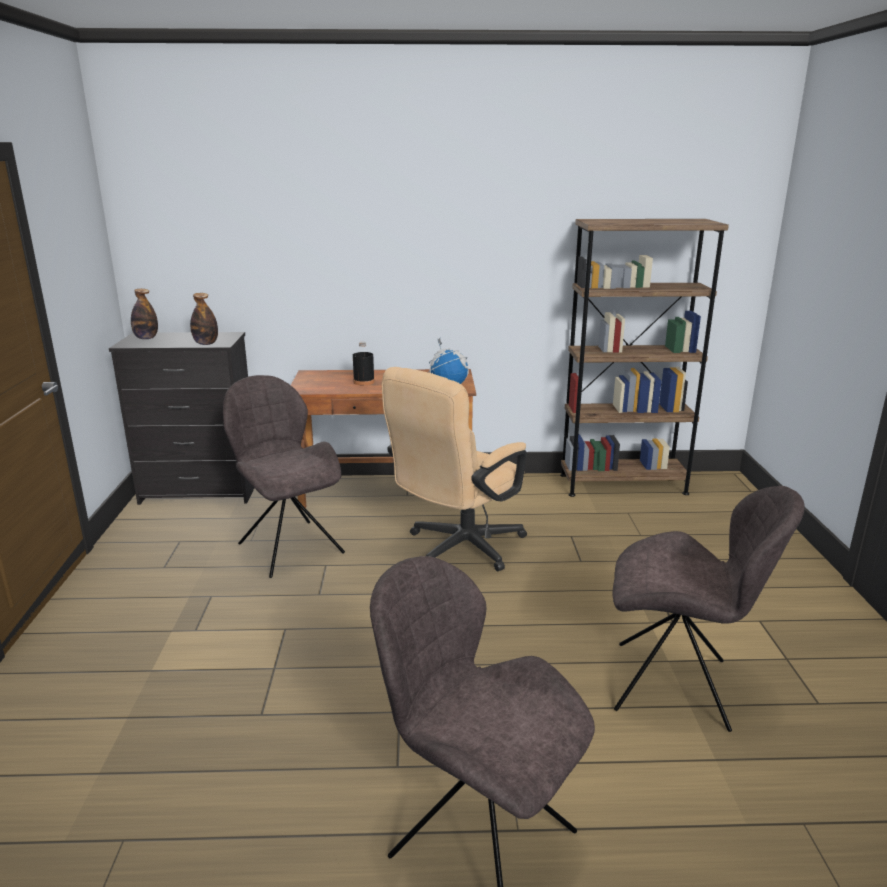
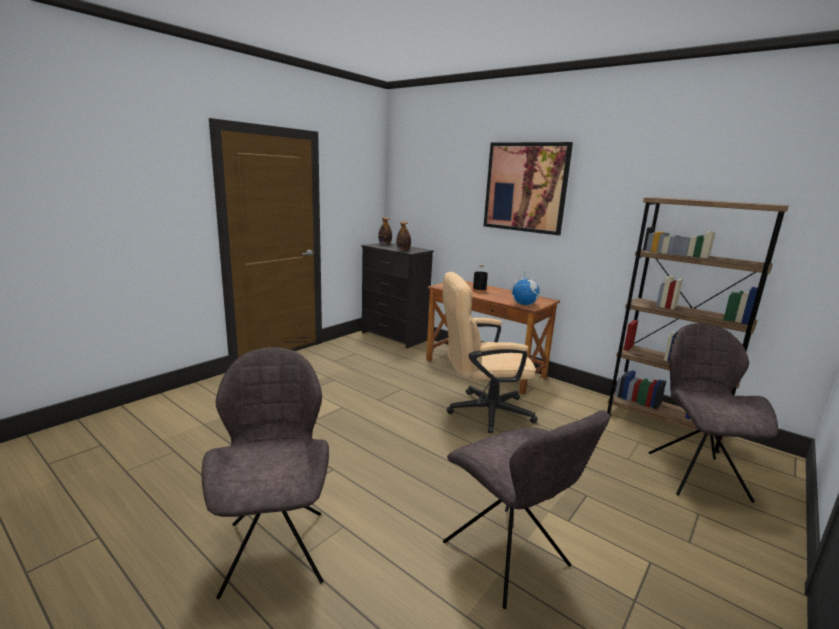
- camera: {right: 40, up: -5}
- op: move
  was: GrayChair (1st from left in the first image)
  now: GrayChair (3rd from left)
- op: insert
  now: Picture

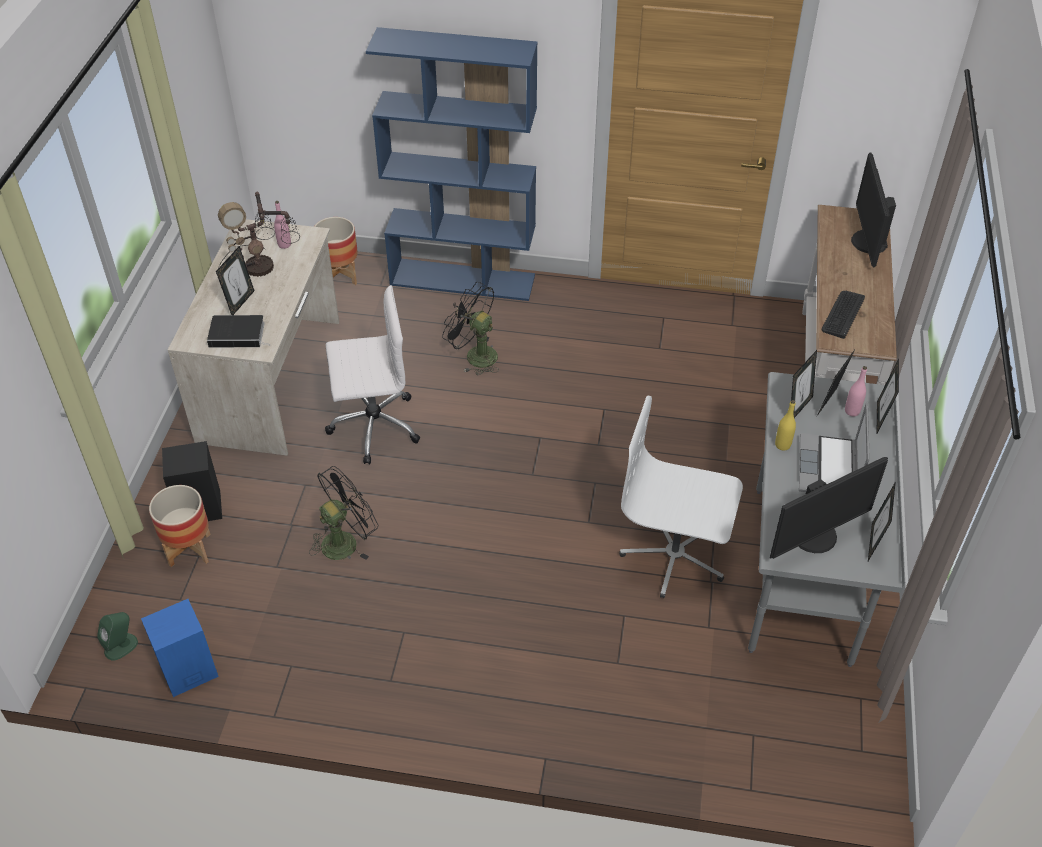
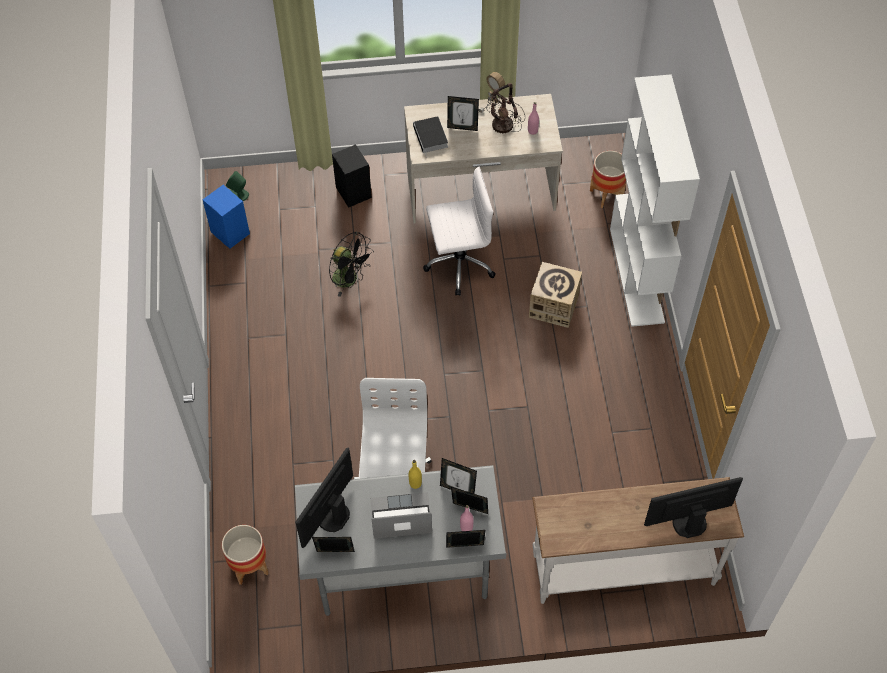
- camera: {right: 75, up: 10}
- op: recolor
  was: BluishShelvingUnit
  now: WhiteColouredShelvingUnit
- op: replace
  was: BlackColouredElectricFan (2nd from left)
  now: PackingBox
- op: rotate
  was: WhiteColouredOfficeChair (1st from left in the first image)
  clockwise: -75
- op: delete
  was: ComputerKeyboard
- op: rotate
  was: ComputerDisplay (1st from left)
  clockwise: 75
- op: move
  was: Planter (1st from left)

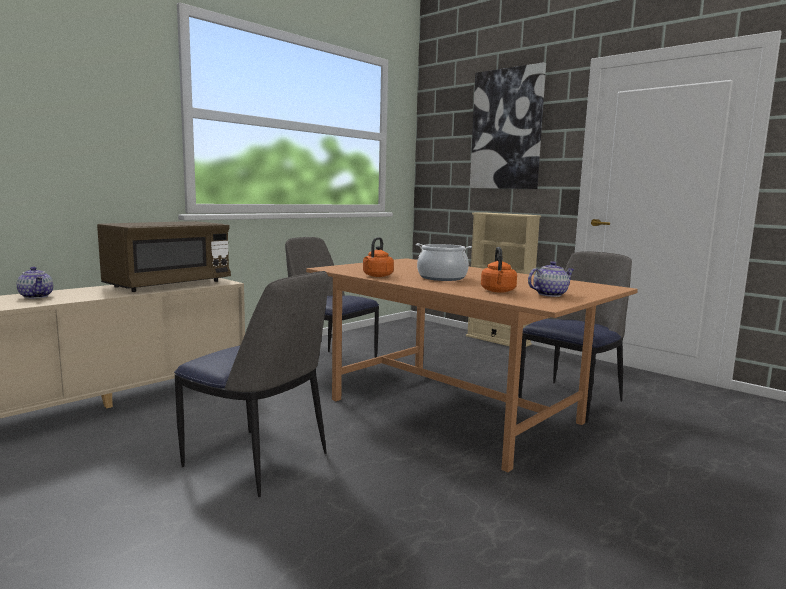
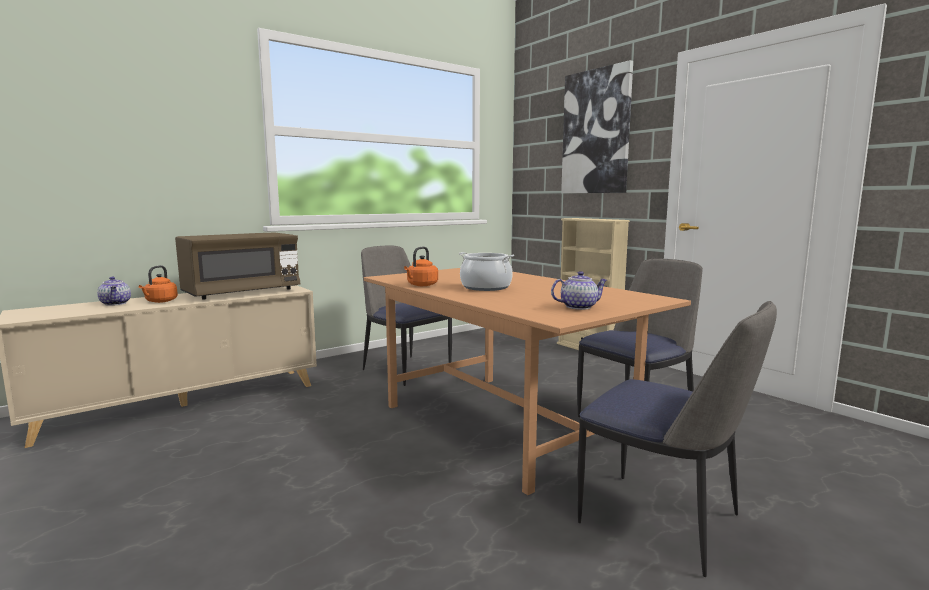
- camera: {right: 10, up: 0}
- op: move
  was: OrangeColouredTeaKettle (2nd from left in the first image)
  now: OrangeColouredTeaKettle (1st from left)
- op: move
  was: Chair (1st from left in the first image)
  now: Chair (3rd from left)

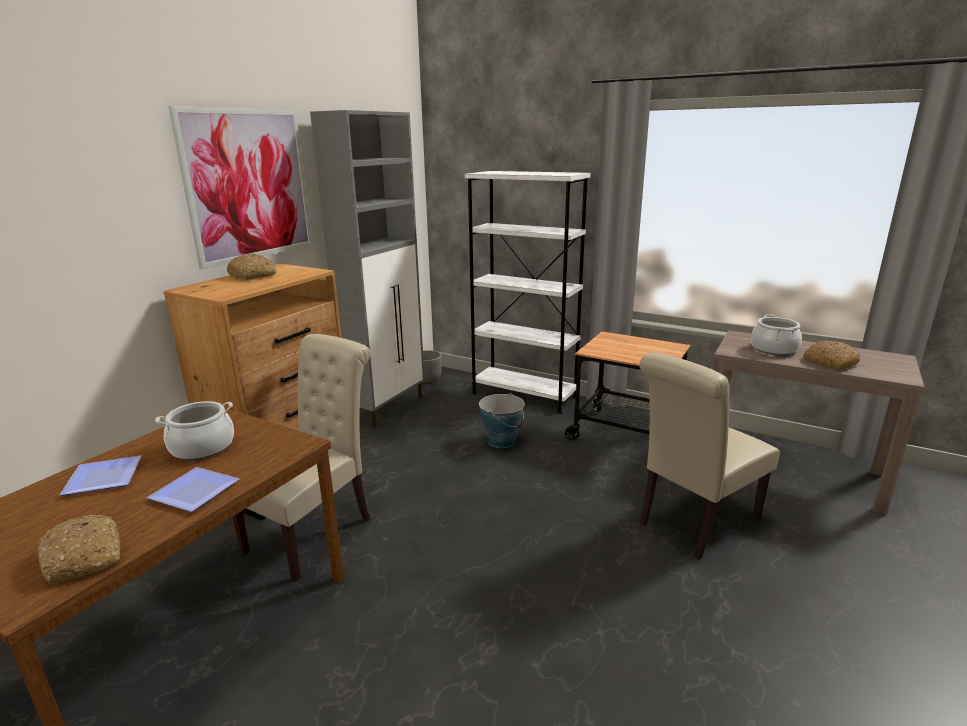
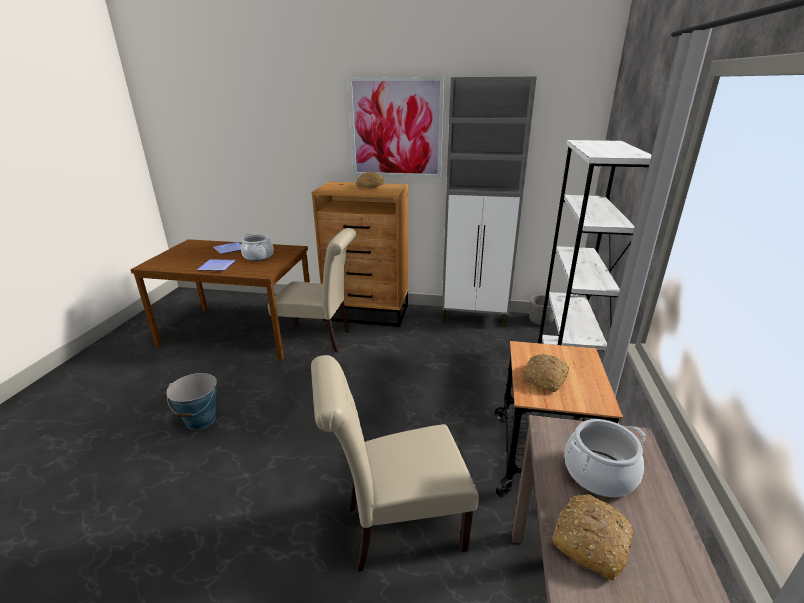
- camera: {right: 70, up: 5}
- op: rotate
  was: BeigeChair (2nd from left)
  clockwise: -45
- op: move
  was: Bucket
- op: move
  was: Bread (1st from left in the first image)
  now: Bread (2nd from left)

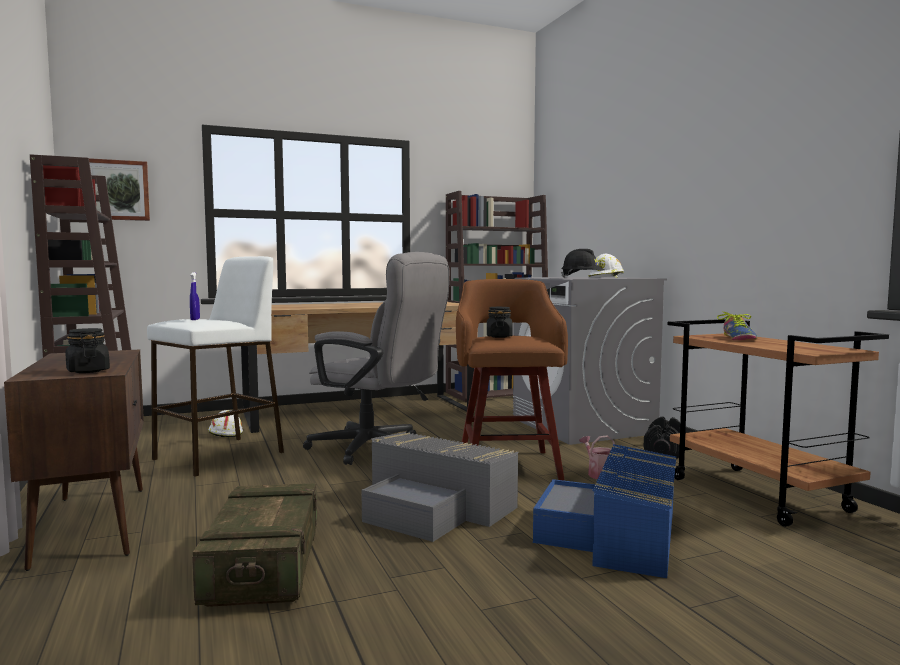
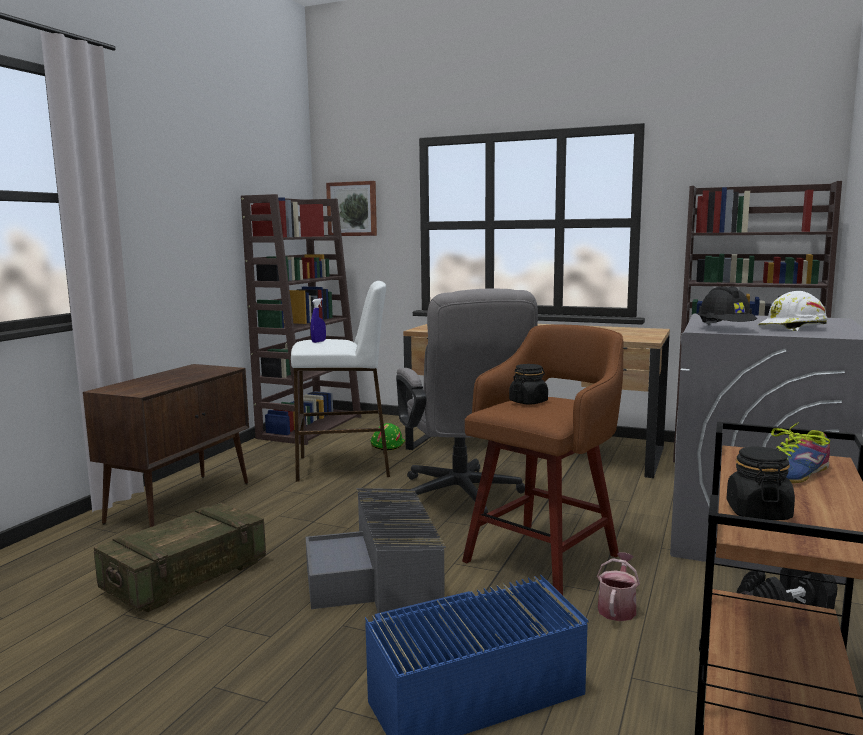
- camera: {right: 45, up: 5}
- op: move
  was: BlackColouredStorageJar (1st from left in the first image)
  now: BlackColouredStorageJar (2nd from left)
- op: recolor
  was: WhiteColouredSafetyHelmet (1st from left)
  now: GreenishSafetyHelmet

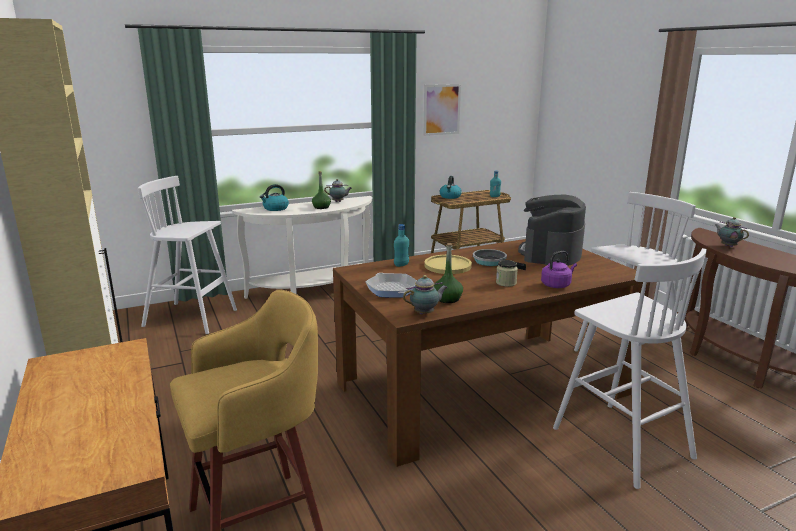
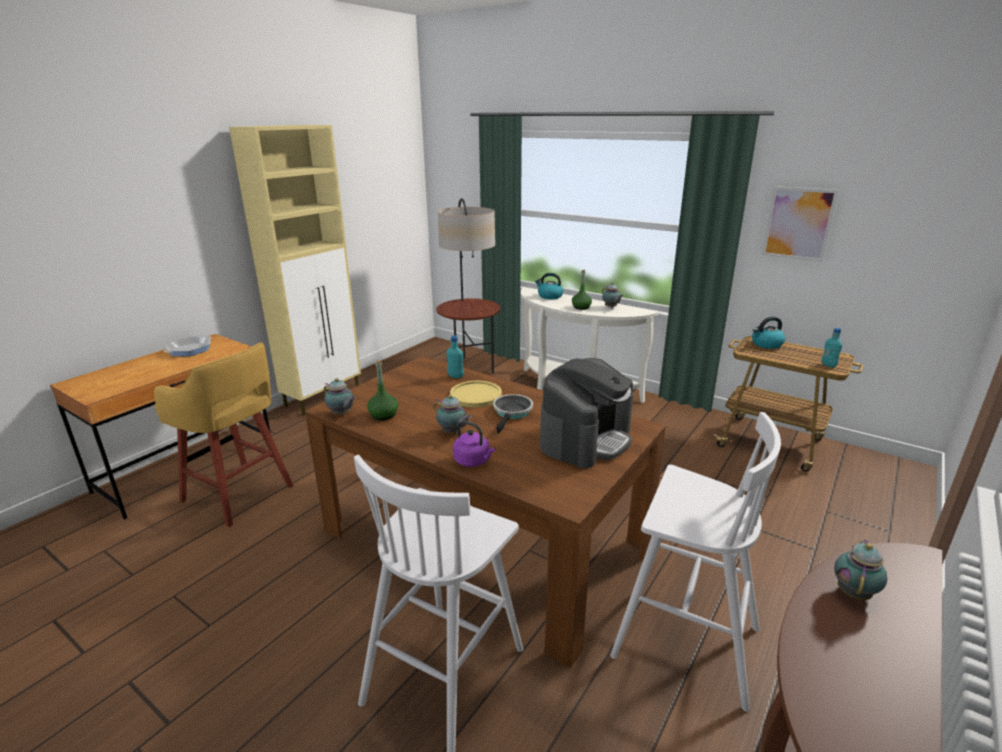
- camera: {right: 60, up: 5}
- op: replace
  was: WhiteColouredStool (1st from left)
  now: FloorLamp
- op: rotate
  was: CoffeeBrewer
  clockwise: 135
- op: replace
  was: StorageJar
  now: PotForTea (2nd from left)
- op: move
  was: Skillet (1st from left)

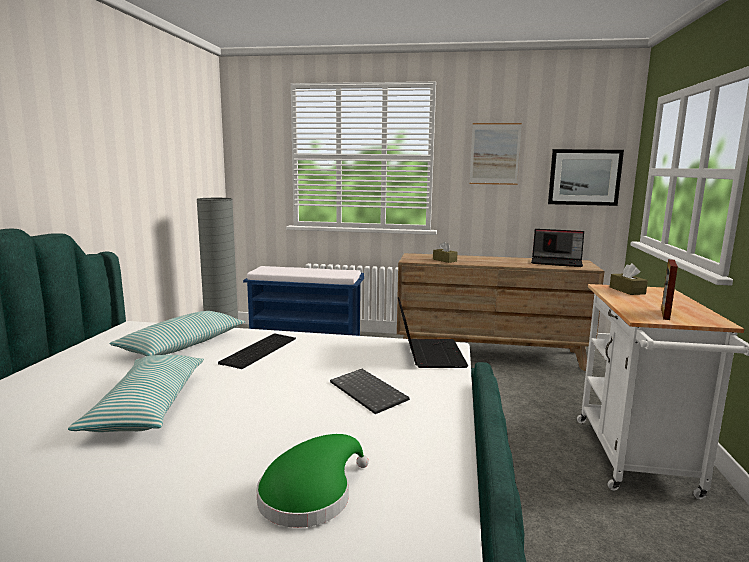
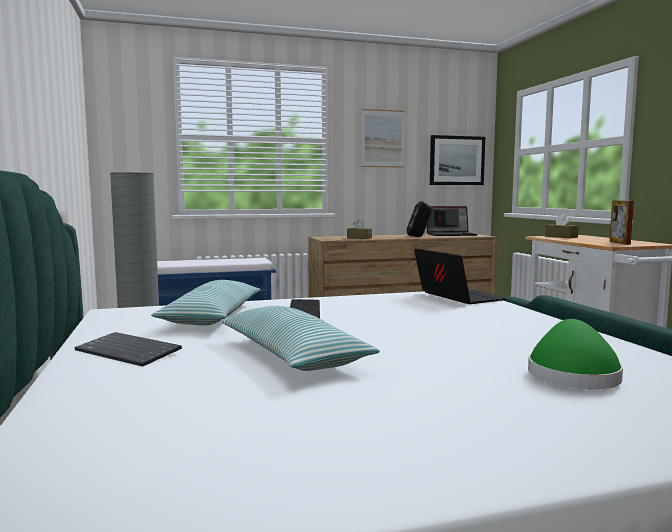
- camera: {right: -25, up: -5}
- op: move
  was: ComputerKeyboard (2nd from left in the first image)
  now: ComputerKeyboard (1st from left)
- op: insert
  now: BlackColouredAudioSpeaker

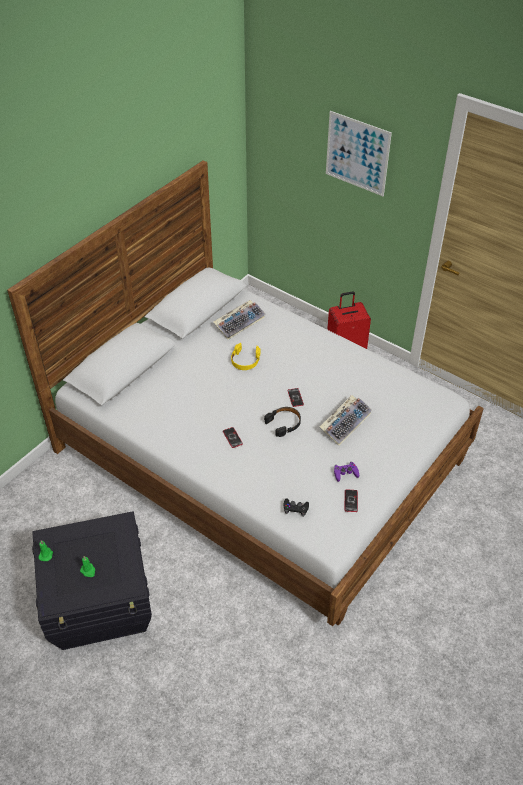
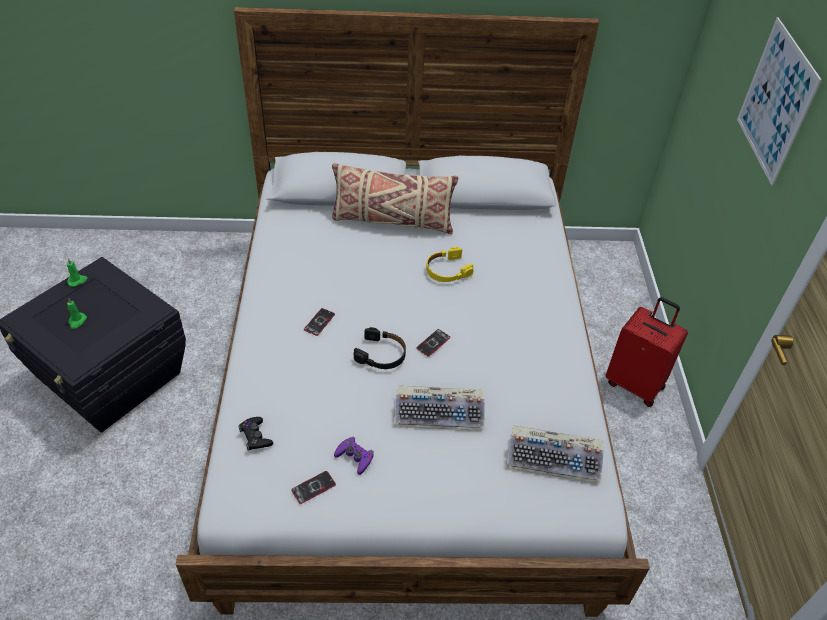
- camera: {right: 50, up: 0}
- op: move
  was: ComputerKeyboard (1st from left in the first image)
  now: ComputerKeyboard (2nd from left)
- op: insert
  now: BeigePillow

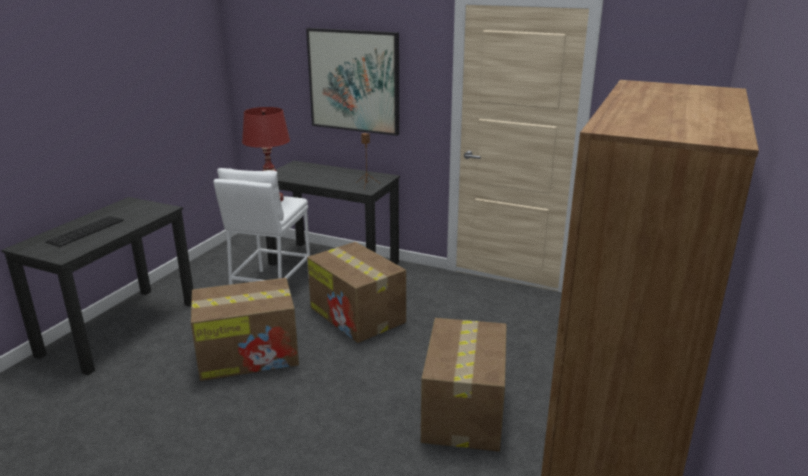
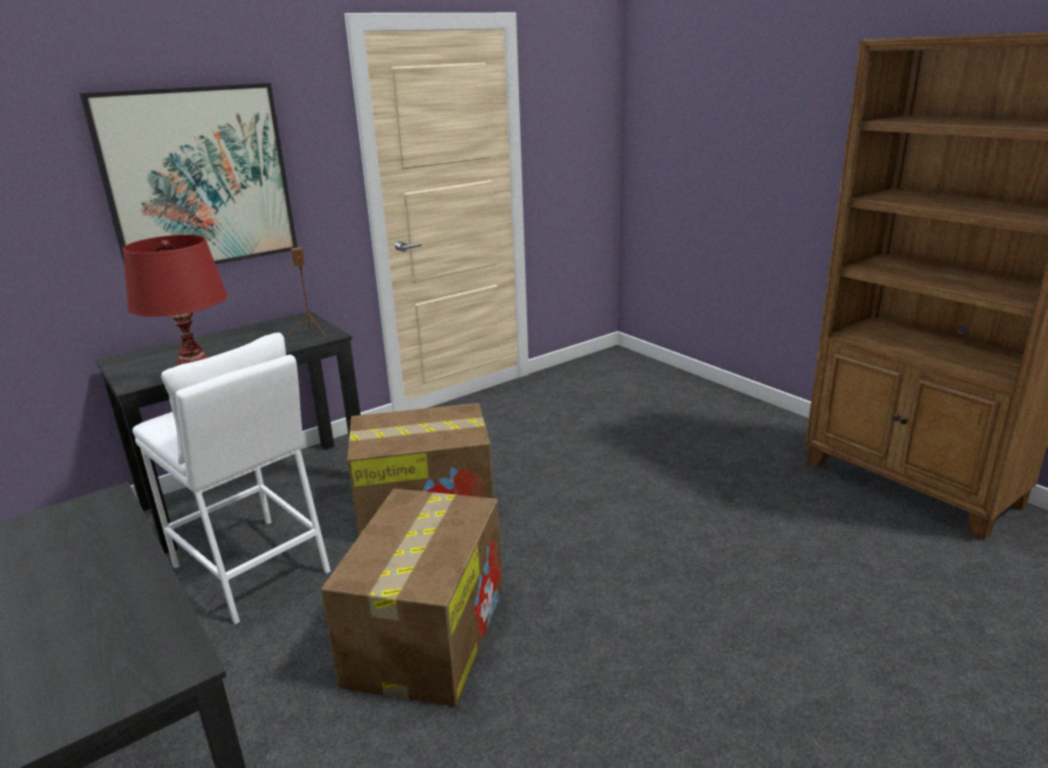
- camera: {right: -60, up: 0}
- op: delete
  was: ComputerKeyboard
- op: delete
  was: PackingBox (3rd from left)

